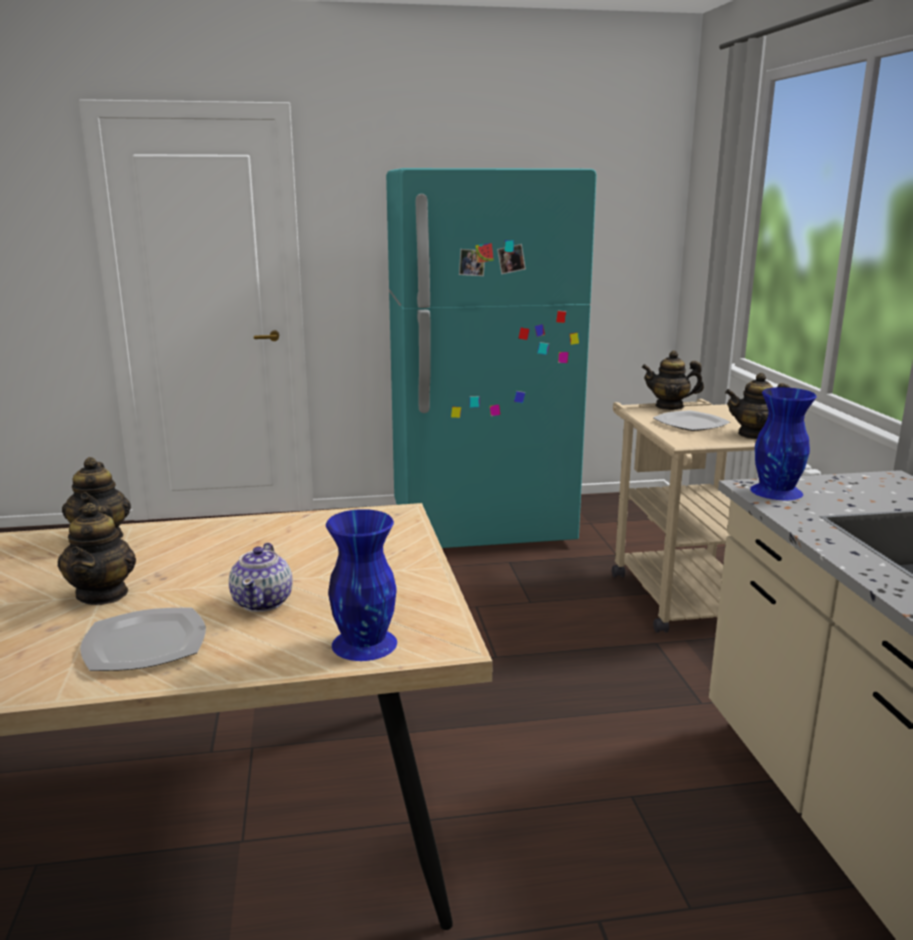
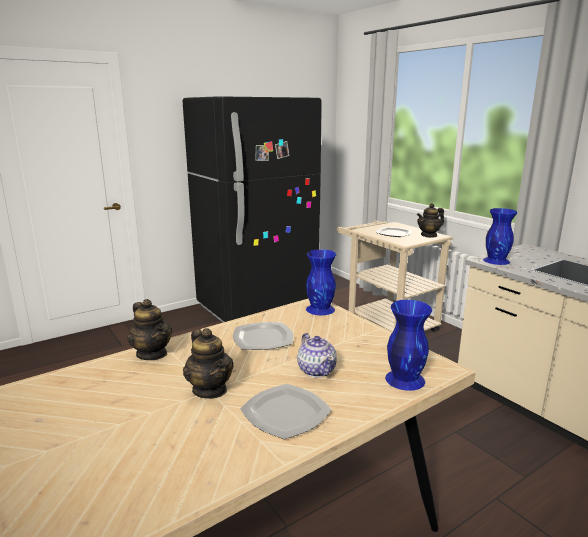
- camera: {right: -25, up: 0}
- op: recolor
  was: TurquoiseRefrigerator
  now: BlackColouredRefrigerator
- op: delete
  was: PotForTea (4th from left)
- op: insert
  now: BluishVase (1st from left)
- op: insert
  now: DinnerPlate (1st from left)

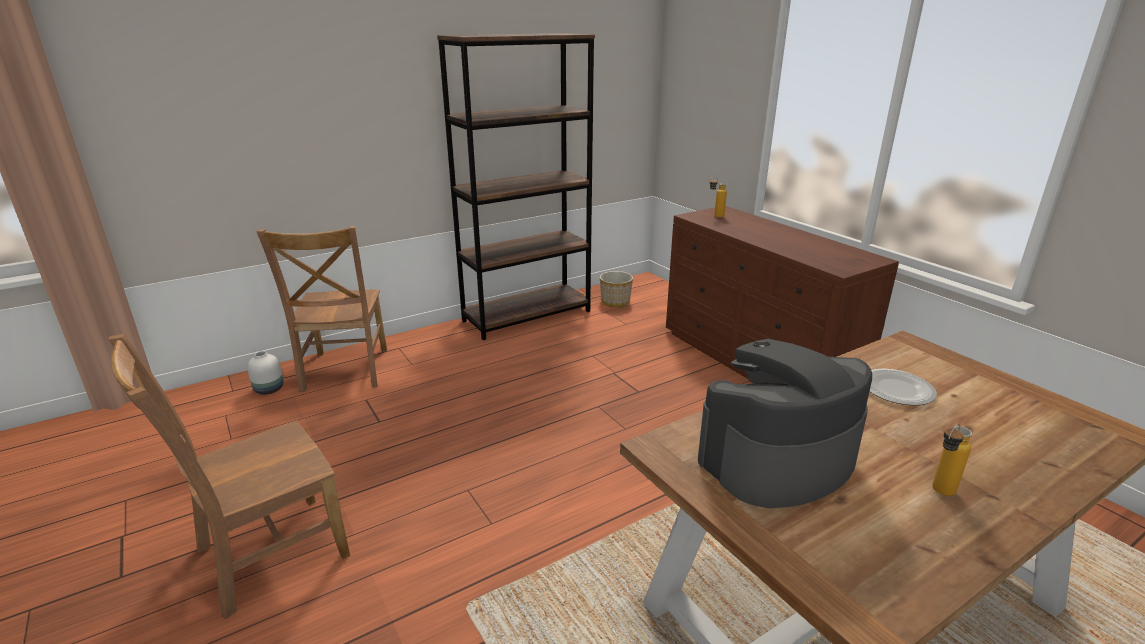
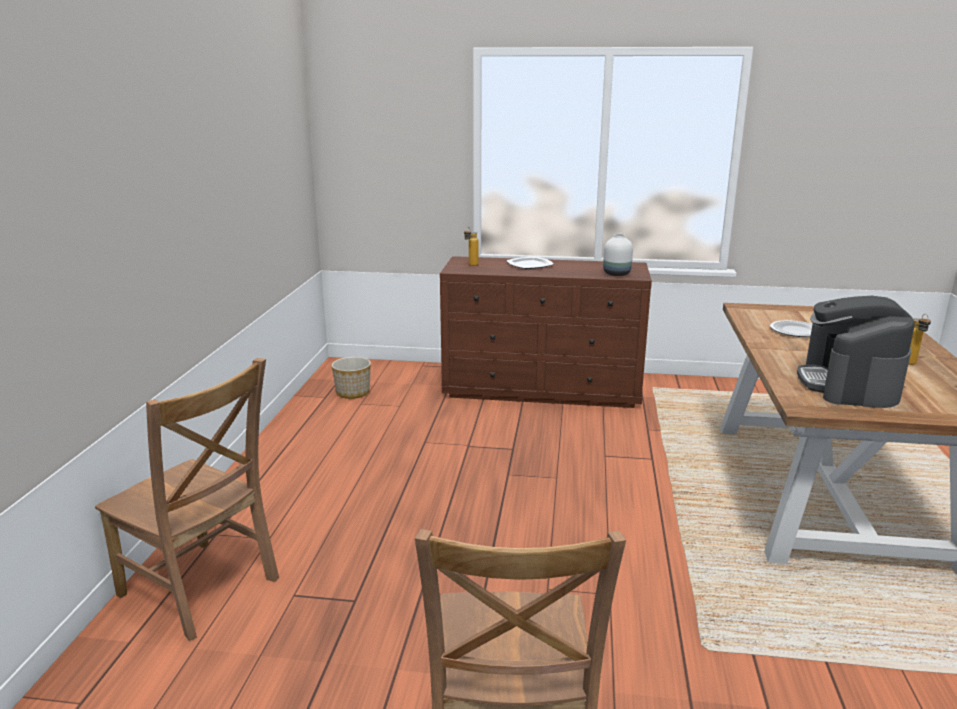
- camera: {right: -50, up: -5}
- op: delete
  was: BrownShelvingUnit
- op: move
  was: WhiteColouredVase
- op: insert
  now: DinnerPlate (1st from left)

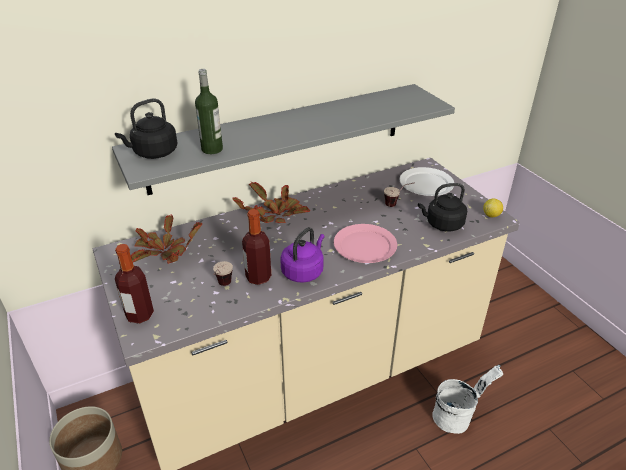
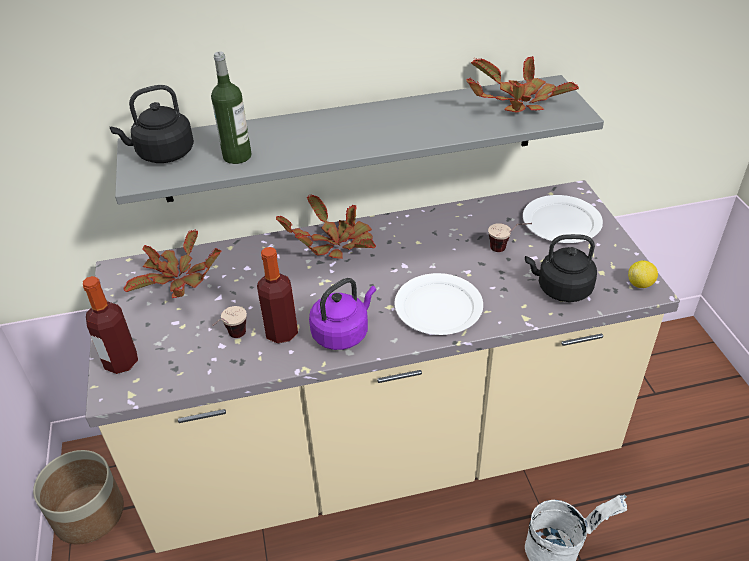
- camera: {right: 15, up: 5}
- op: recolor
  was: PinkishDinnerPlate
  now: WhiteColouredDinnerPlate (1st from left)
- op: insert
  now: PlantInAPot (3rd from left)

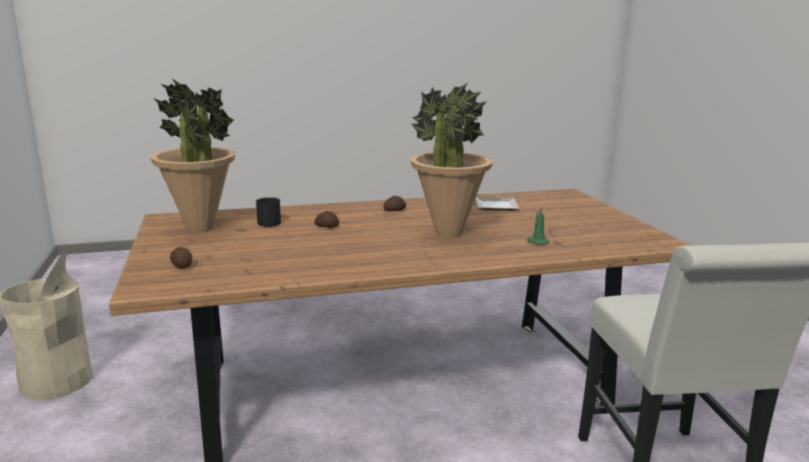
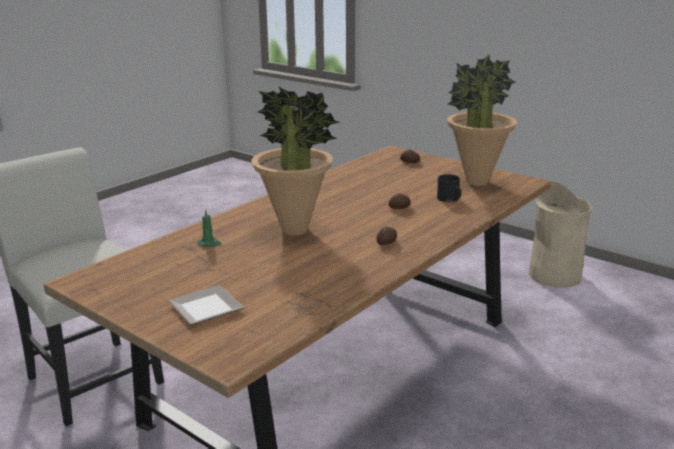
- camera: {right: 145, up: 5}
- op: move
  was: DinnerPlate

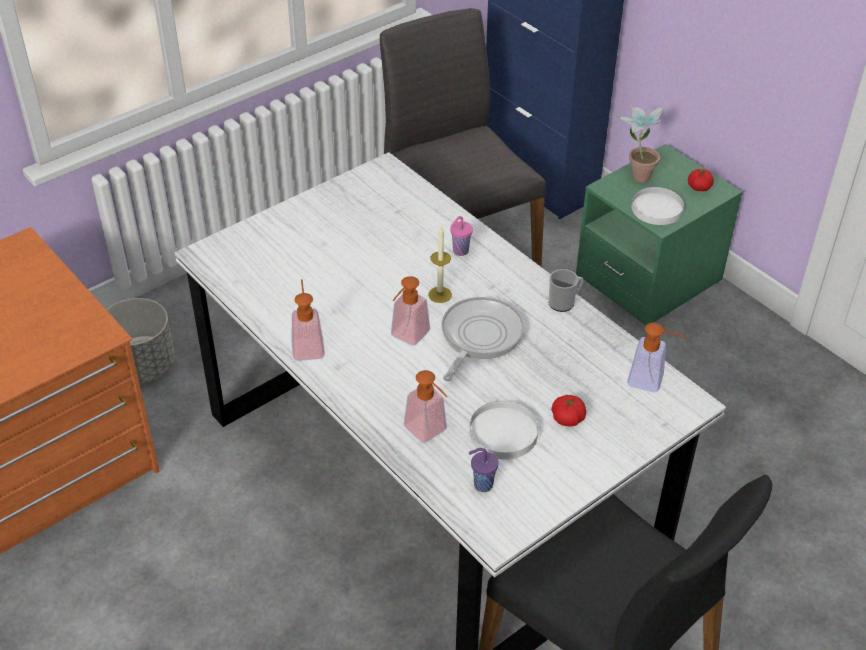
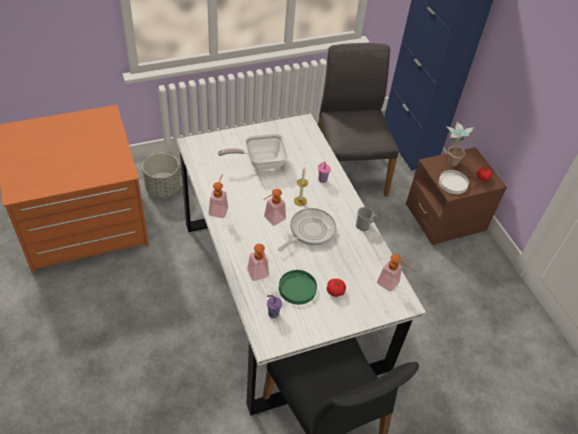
- camera: {right: 15, up: 5}
- op: recolor
  was: GreenishNightTable
  now: BrownNightTable
- op: recolor
  was: WhiteColouredDinnerPlate (1st from left)
  now: GreenishDinnerPlate
- op: insert
  now: Skillet (1st from left)

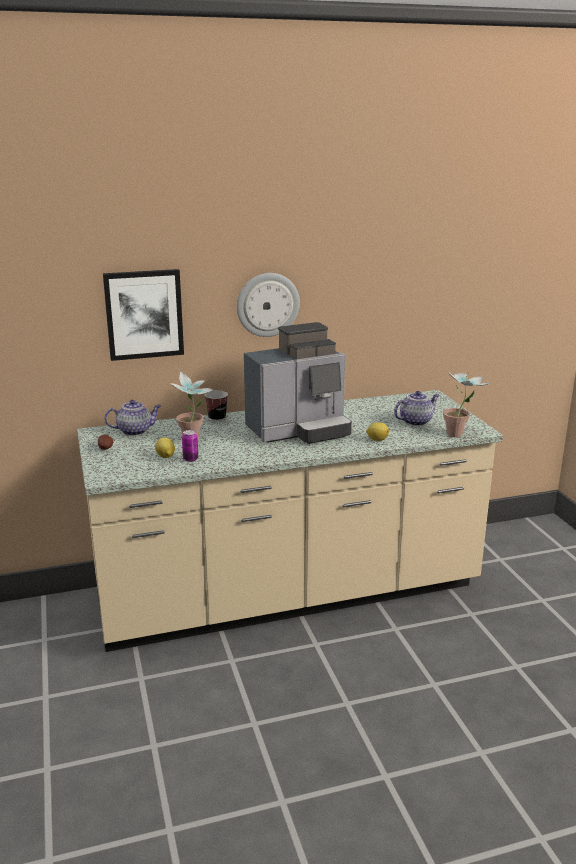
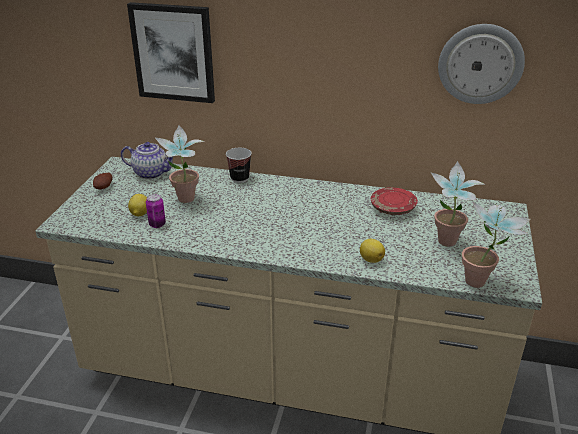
- camera: {right: 30, up: 10}
- op: move
  was: ClockOnTheWall
- op: delete
  was: CoffeeBrewer
- op: replace
  was: PotForTea (2nd from left)
  now: PlantInAPot (2nd from left)
- op: insert
  now: RedColouredDinnerPlate

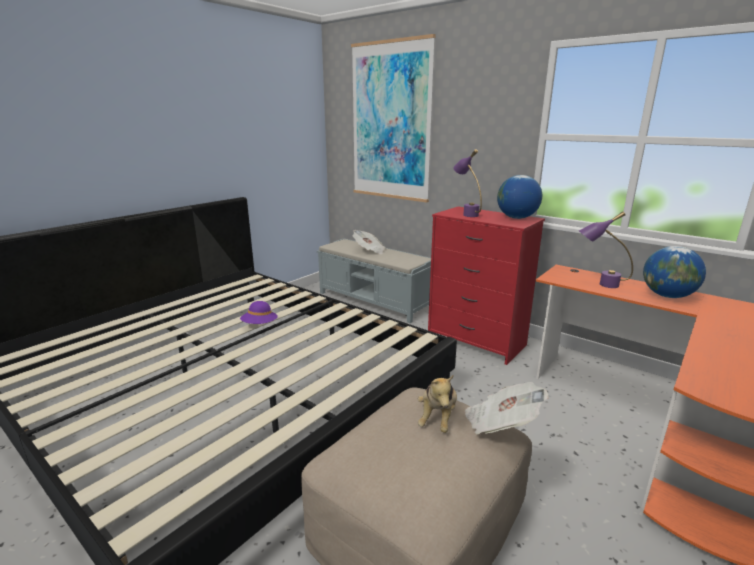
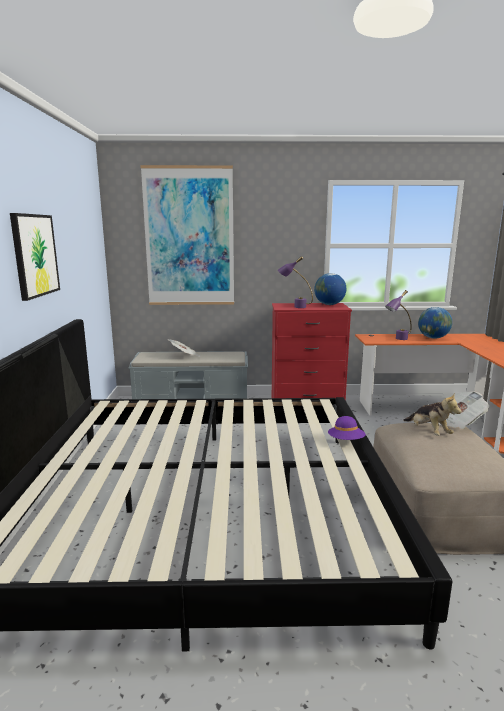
- camera: {right: -40, up: -5}
- op: move
  was: PurpleColouredWearableHat
- op: insert
  now: Picture (1st from left)

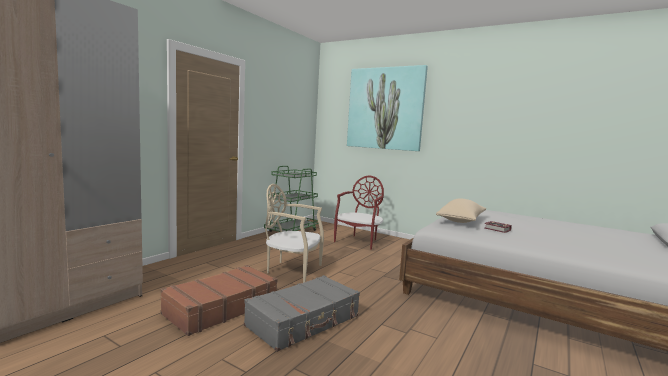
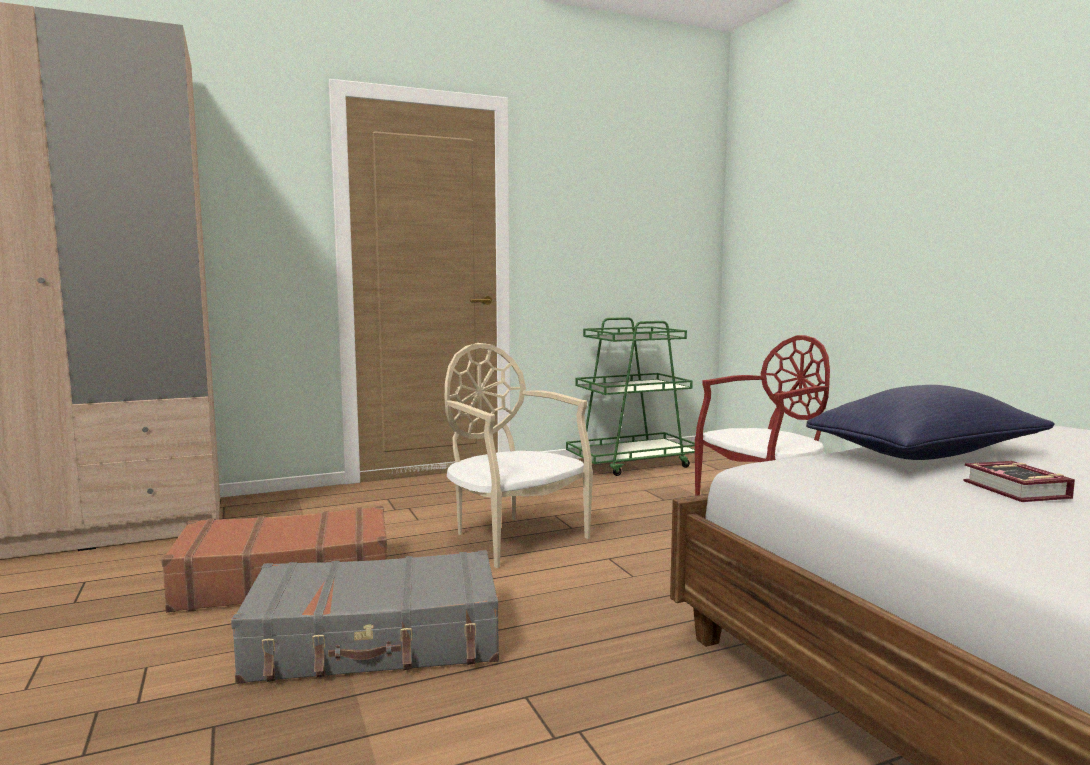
- camera: {right: 35, up: 0}
- op: delete
  was: Picture
- op: recolor
  was: BeigePillow
  now: BluishPillow

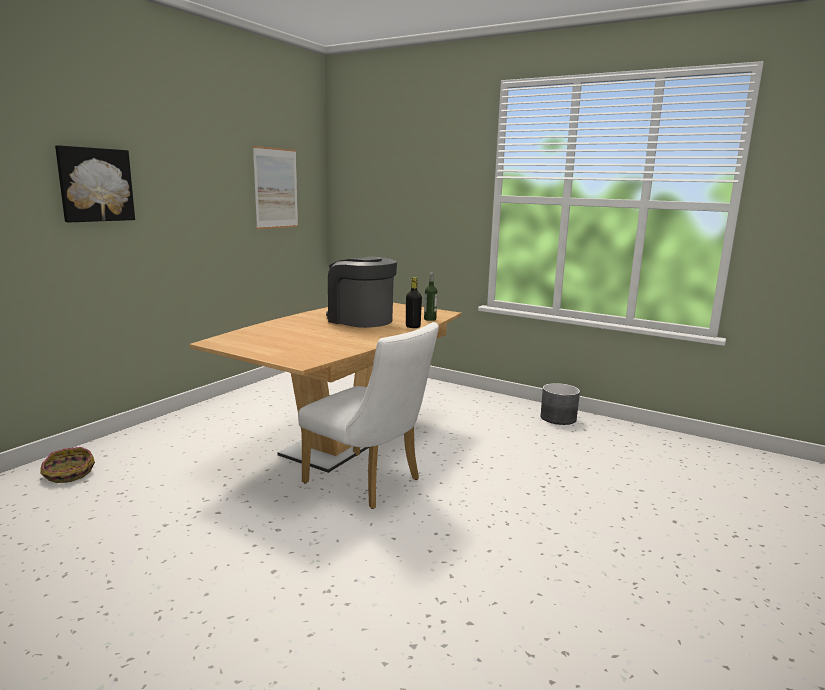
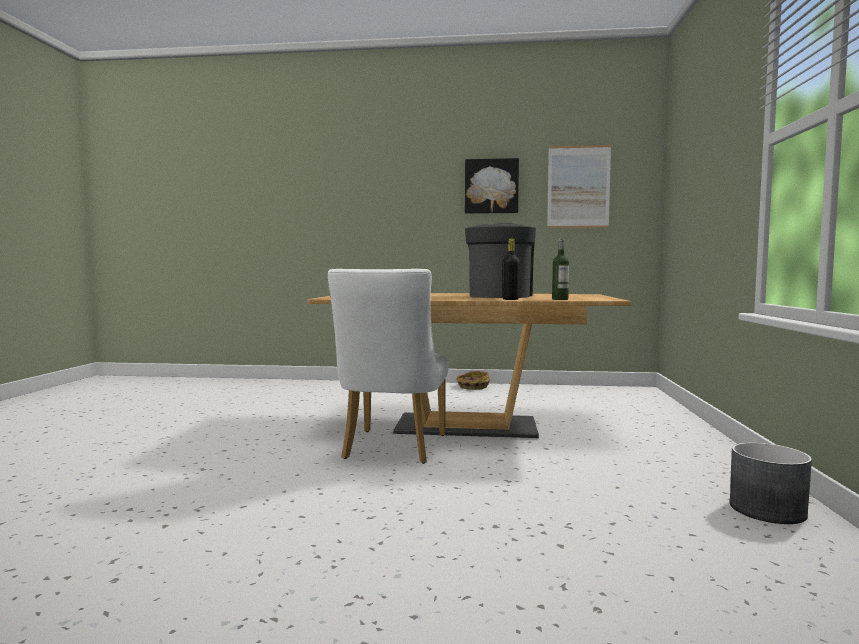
- camera: {right: 65, up: -10}
- op: move
  was: Picture (1st from left)
- op: move
  was: StorageBasket

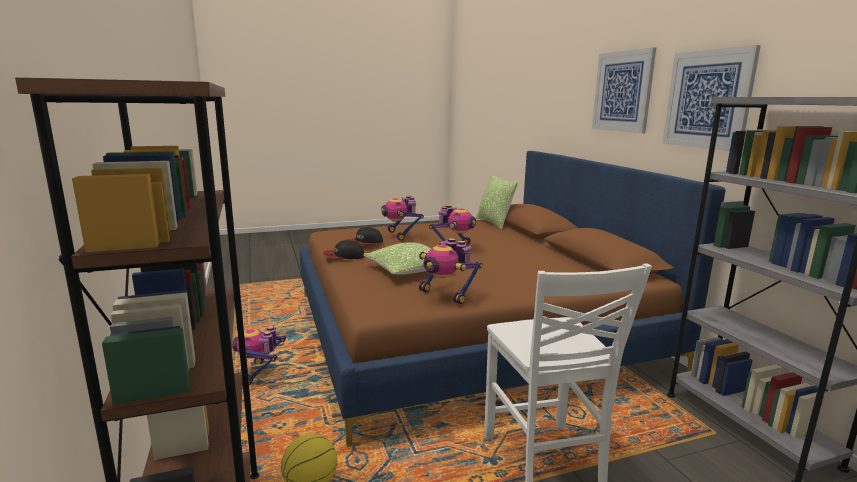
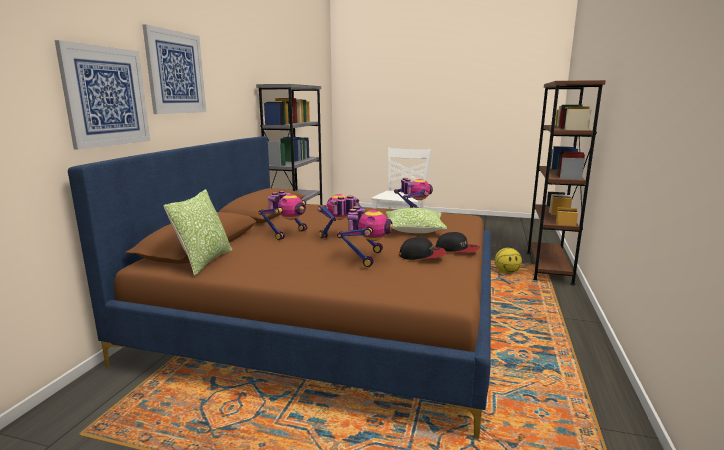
- camera: {right: -145, up: 0}
- op: move
  was: Picture (2nd from left in the first image)
  now: Picture (1st from left)
- op: move
  was: ToyRobot (1st from left)

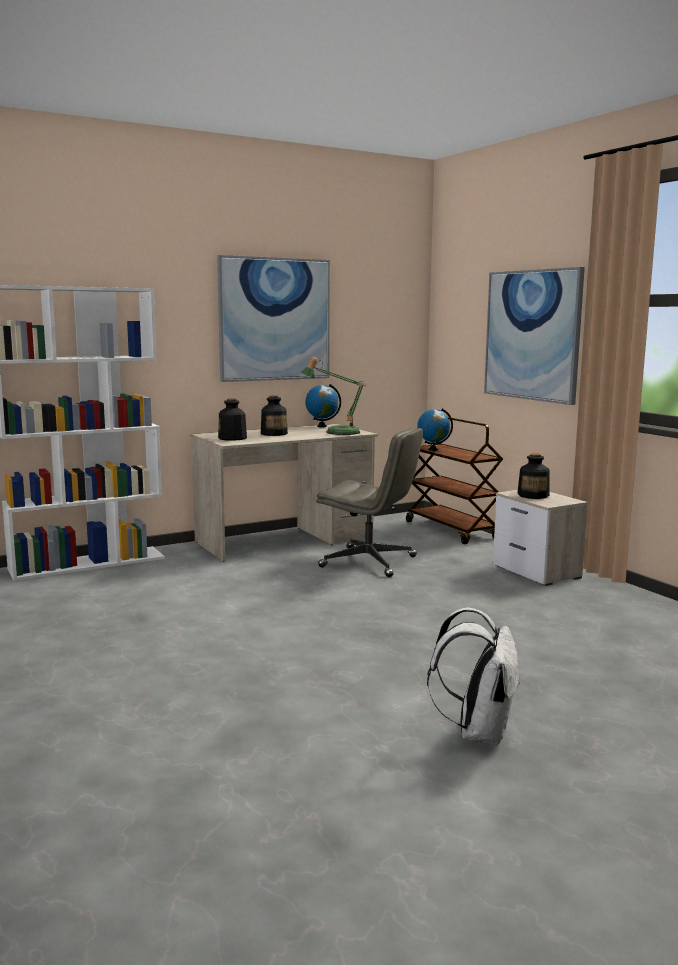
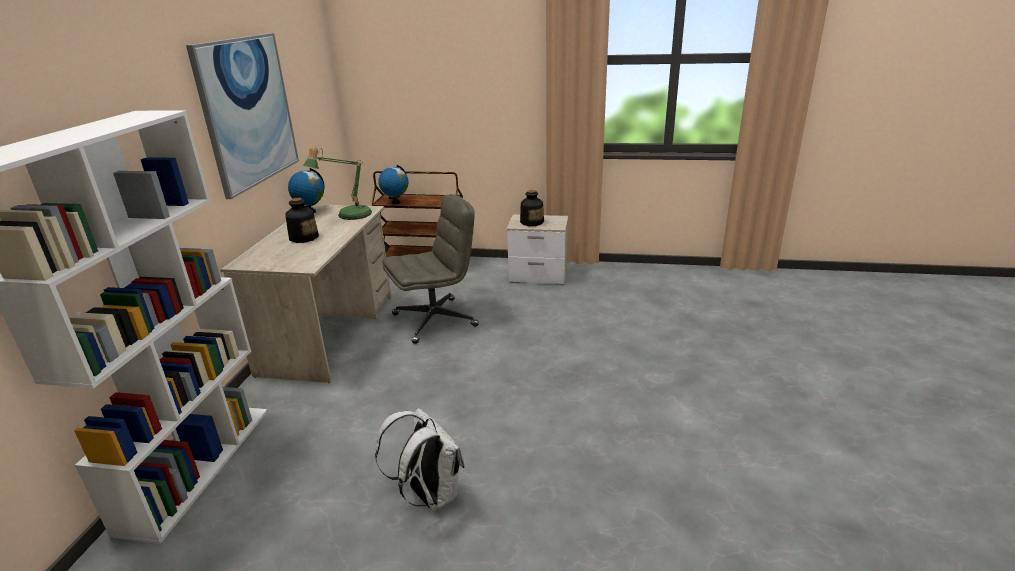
- camera: {right: -50, up: 15}
- op: delete
  was: Picture (2nd from left)
- op: delete
  was: BeverageBottle (1st from left)
- op: move
  was: WhiteColouredKnapsack

